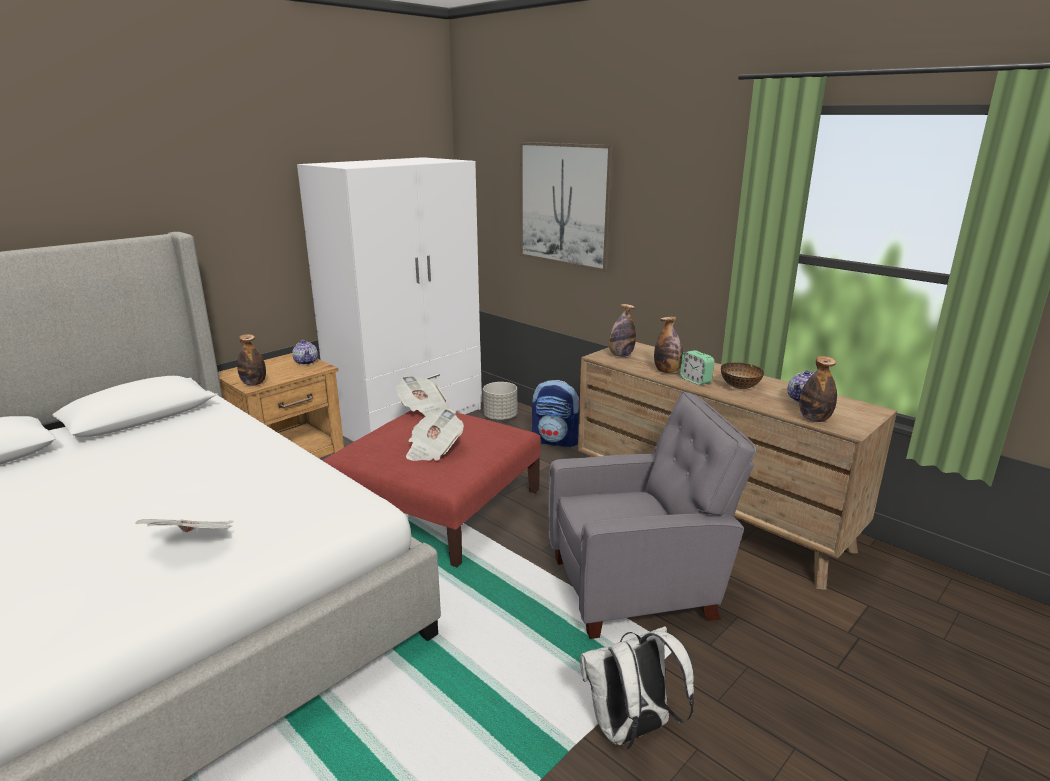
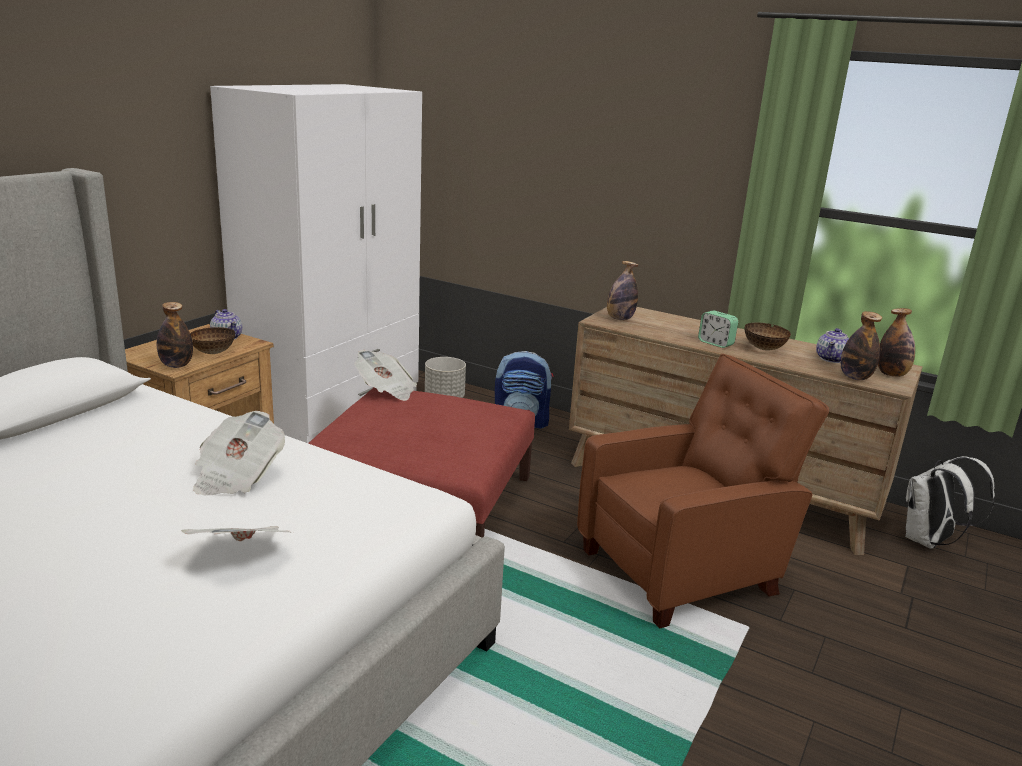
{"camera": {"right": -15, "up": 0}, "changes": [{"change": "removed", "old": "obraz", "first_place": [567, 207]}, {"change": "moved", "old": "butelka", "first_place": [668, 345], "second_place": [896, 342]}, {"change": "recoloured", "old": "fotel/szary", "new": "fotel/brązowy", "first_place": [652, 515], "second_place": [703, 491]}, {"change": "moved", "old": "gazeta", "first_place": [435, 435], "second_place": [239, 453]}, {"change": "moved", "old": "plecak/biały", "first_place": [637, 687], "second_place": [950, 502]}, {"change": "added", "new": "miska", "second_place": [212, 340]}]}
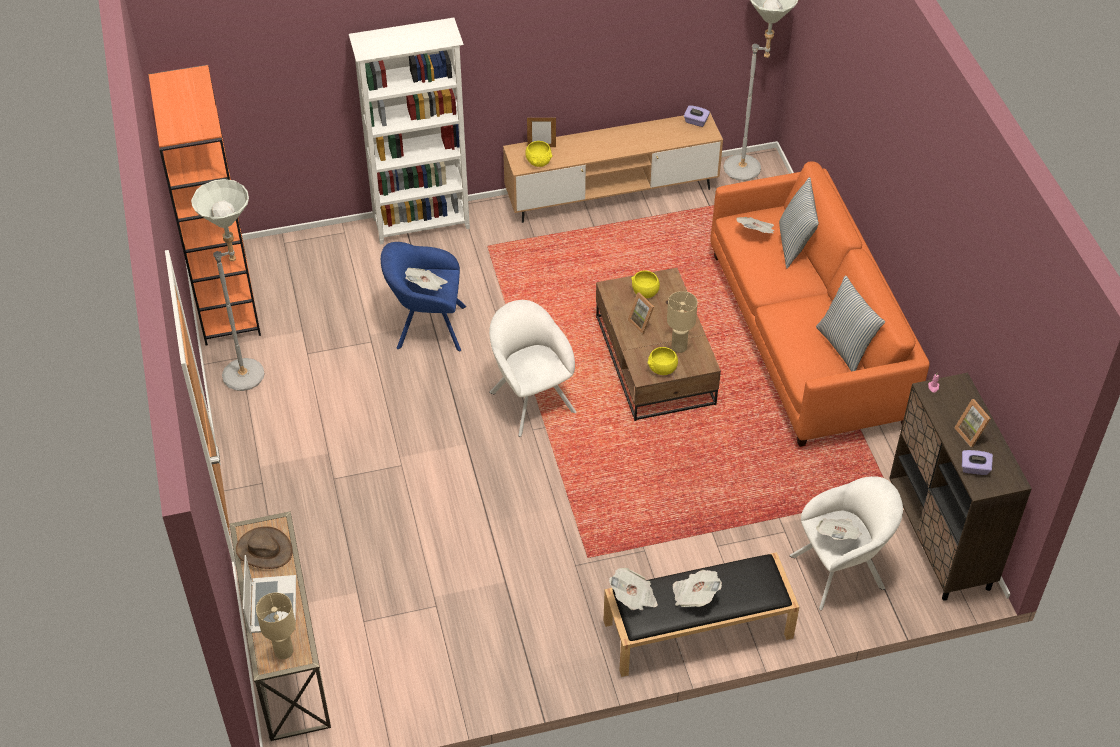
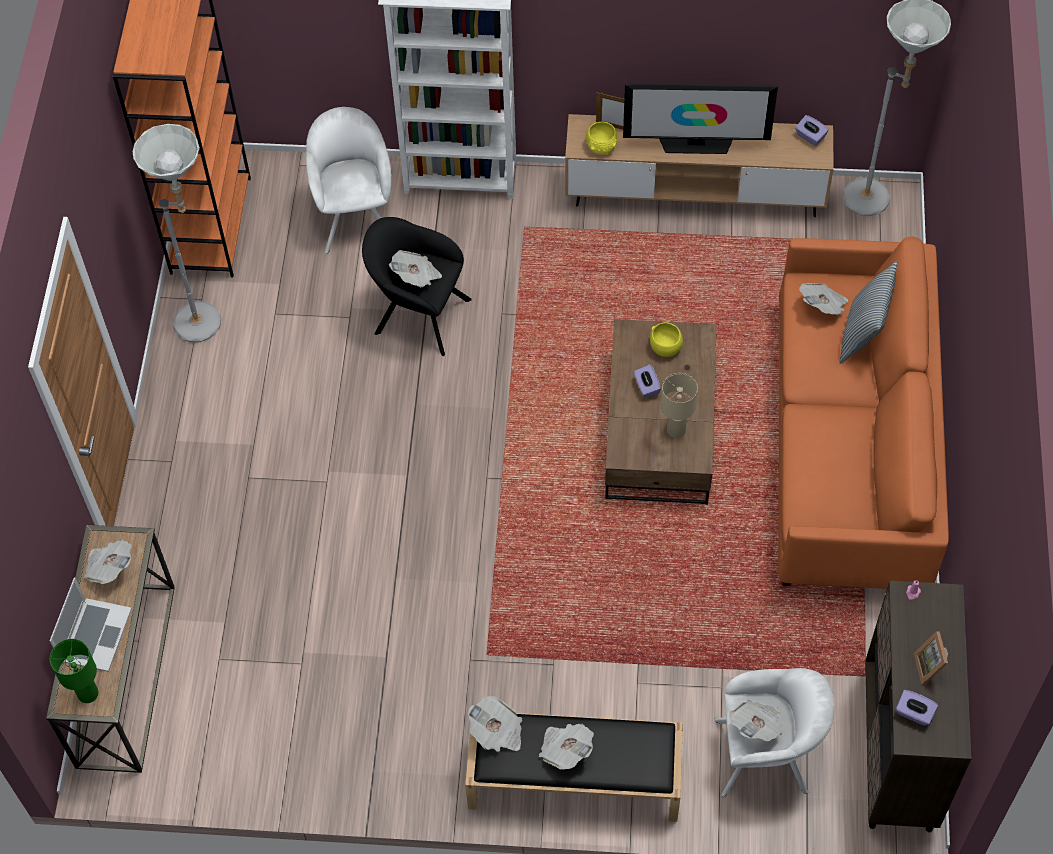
{"camera": {"right": 20, "up": 10}, "changes": [{"change": "recoloured", "old": "fotel/niebieski", "new": "fotel/czarny", "first_place": [423, 296], "second_place": [417, 286]}, {"change": "removed", "old": "poduszka", "first_place": [850, 323]}, {"change": "replaced", "old": "ramka na zdjęcie", "new": "pudełko chusteczek/fioletowy", "first_place": [640, 313], "second_place": [647, 381]}, {"change": "moved", "old": "fotel/biały", "first_place": [533, 368], "second_place": [349, 180]}, {"change": "removed", "old": "miska/żółty", "first_place": [662, 361]}, {"change": "replaced", "old": "kapelusz/brązowy", "new": "gazeta", "first_place": [264, 547], "second_place": [108, 561]}, {"change": "recoloured", "old": "lampa stołowa/beżowy", "new": "lampa stołowa/zielony", "first_place": [276, 626], "second_place": [74, 671]}, {"change": "added", "new": "telewizor", "second_place": [700, 118]}]}
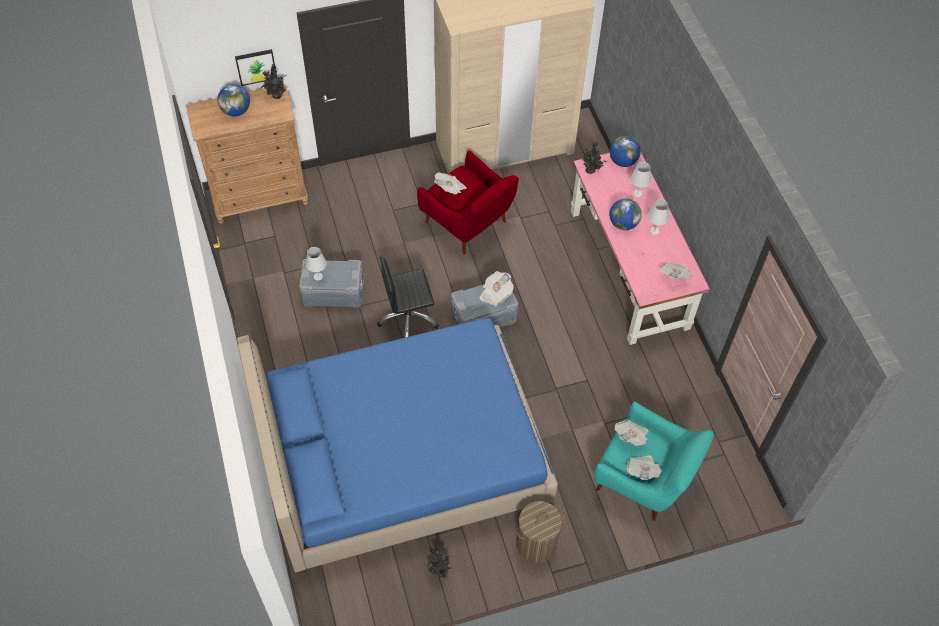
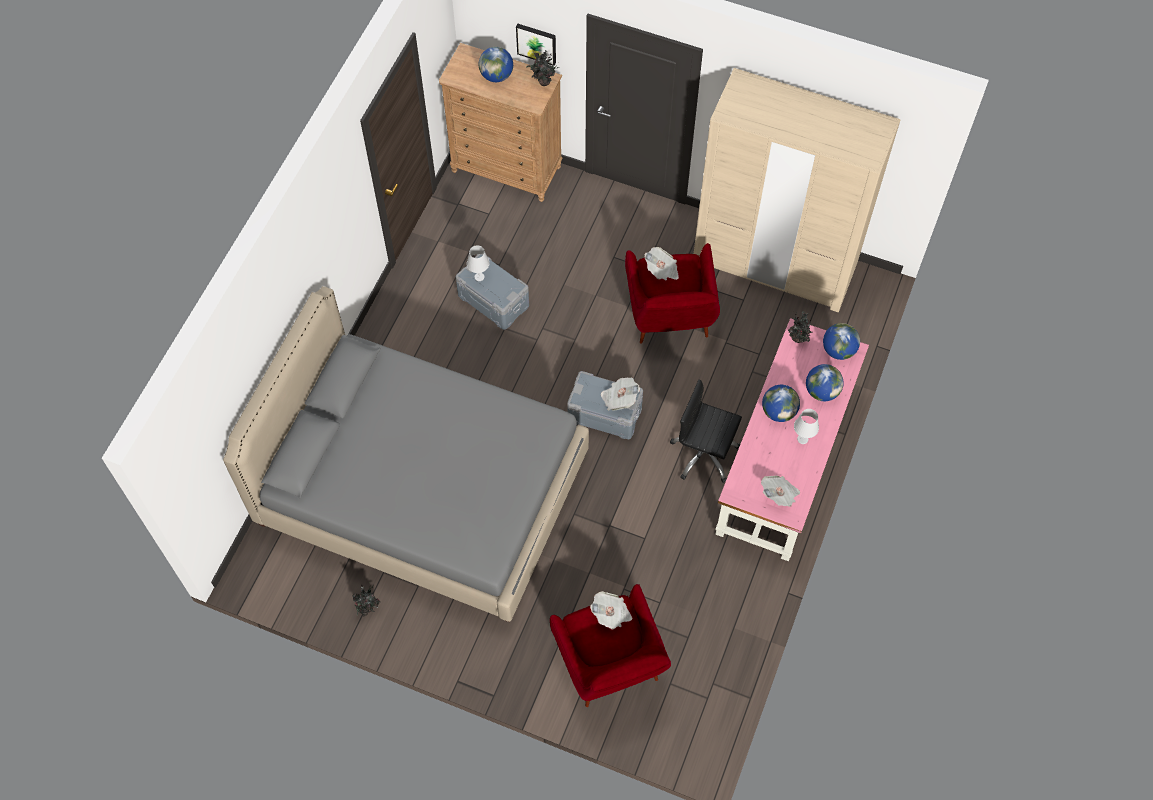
{"camera": {"right": 40, "up": 5}, "changes": [{"change": "replaced", "old": "lampa stołowa/biały", "new": "globus", "first_place": [640, 179], "second_place": [825, 382]}, {"change": "moved", "old": "krzesło biurowe/czarny", "first_place": [408, 297], "second_place": [706, 431]}, {"change": "recoloured", "old": "łóżko/niebieski", "new": "łóżko/szary", "first_place": [397, 446], "second_place": [406, 454]}, {"change": "recoloured", "old": "fotel/turkusowy", "new": "fotel/czerwony", "first_place": [654, 461], "second_place": [610, 645]}, {"change": "removed", "old": "gazeta", "first_place": [644, 467]}, {"change": "removed", "old": "kosz na pranie", "first_place": [540, 532]}]}
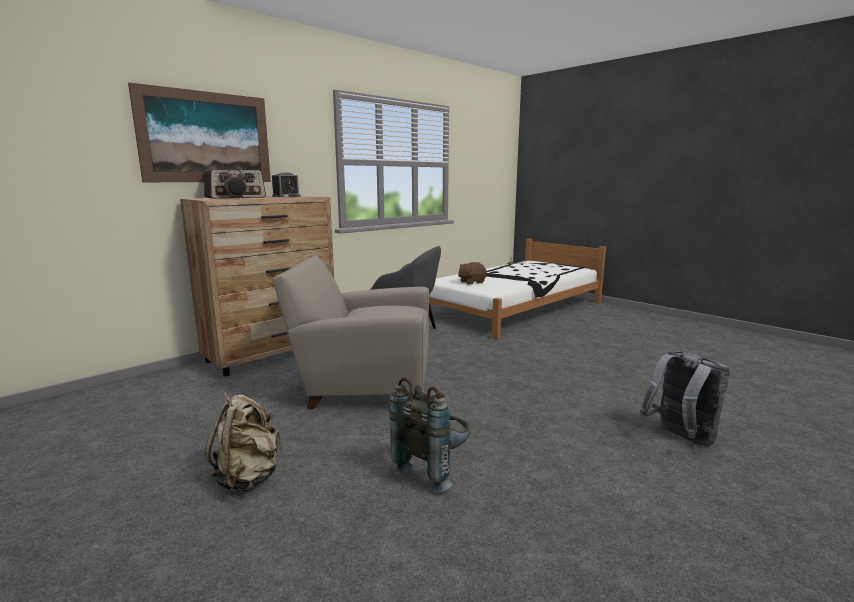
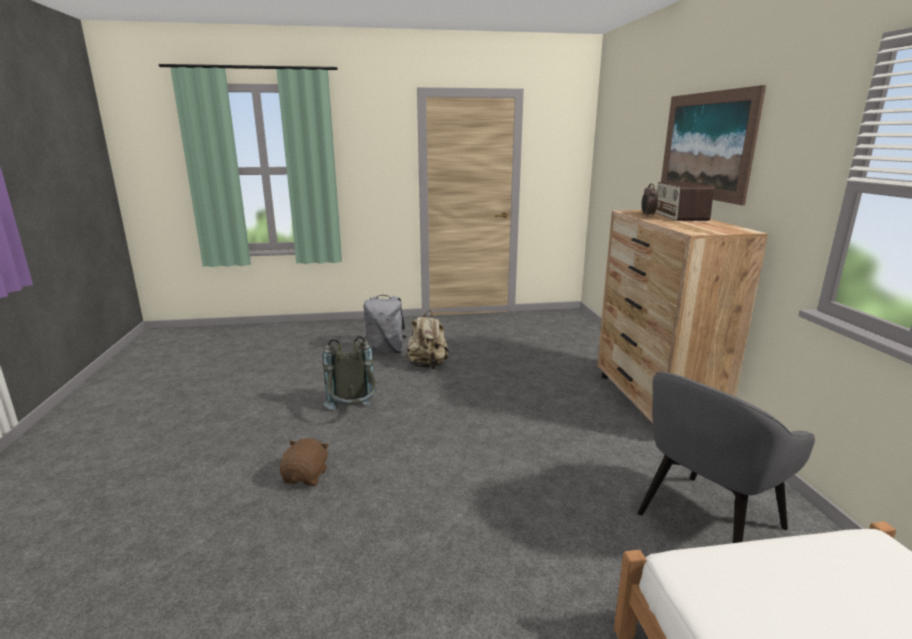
{"camera": {"right": 125, "up": 5}, "changes": [{"change": "removed", "old": "budzik", "first_place": [286, 184]}, {"change": "removed", "old": "fotel/beżowy", "first_place": [350, 332]}, {"change": "moved", "old": "pluszak/brązowy", "first_place": [472, 273], "second_place": [304, 462]}, {"change": "moved", "old": "plecak/szary", "first_place": [685, 398], "second_place": [385, 324]}]}
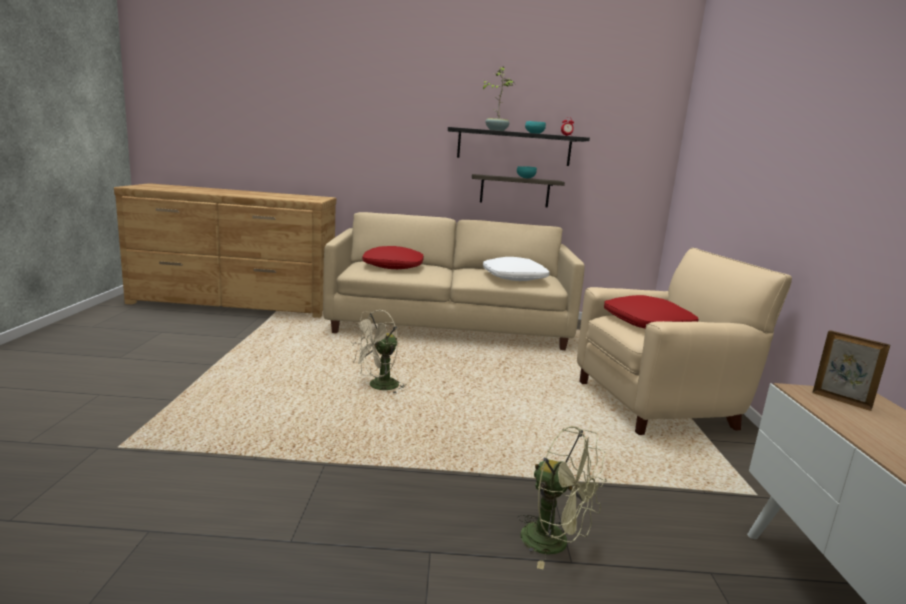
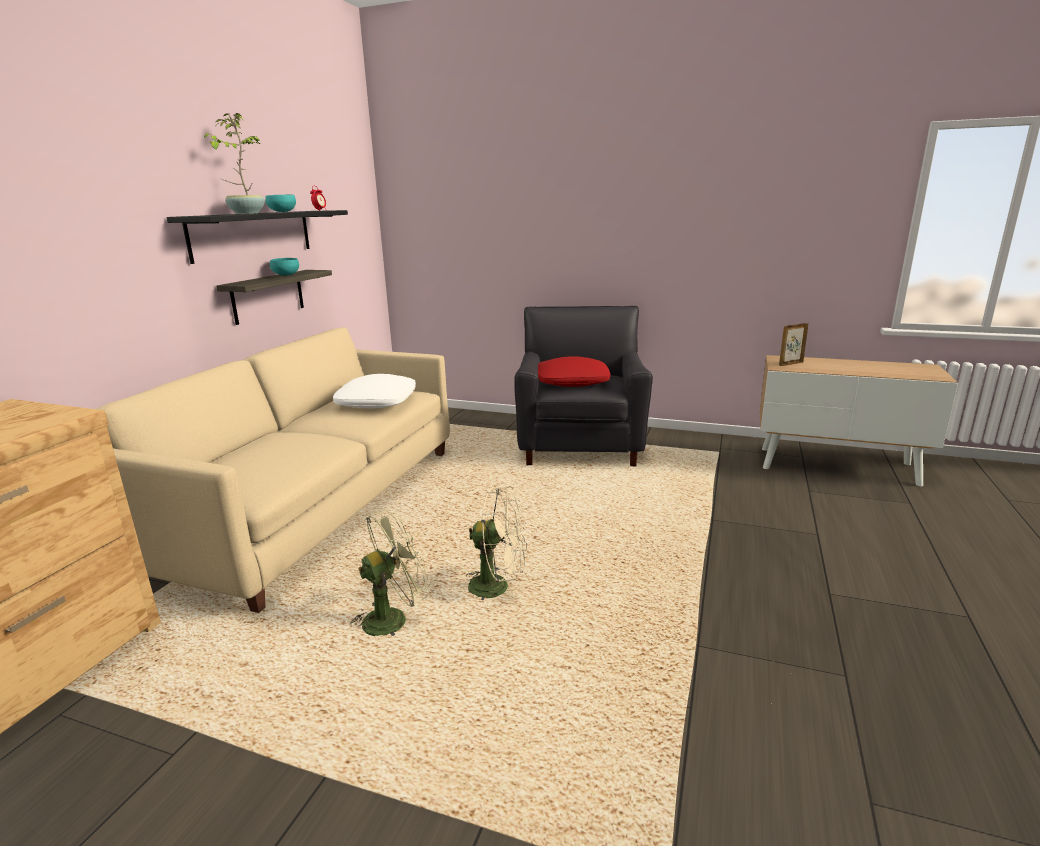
{"camera": {"right": -70, "up": 5}, "changes": [{"change": "removed", "old": "poduszka/czerwony", "first_place": [393, 257]}, {"change": "recoloured", "old": "fotel/beżowy", "new": "fotel/czarny", "first_place": [684, 341], "second_place": [583, 386]}, {"change": "turned", "old": "wentylator/beżowy", "first_place": [378, 352], "second_place": [496, 543], "degrees": -60}, {"change": "moved", "old": "wentylator/zielony", "first_place": [562, 497], "second_place": [390, 573]}]}
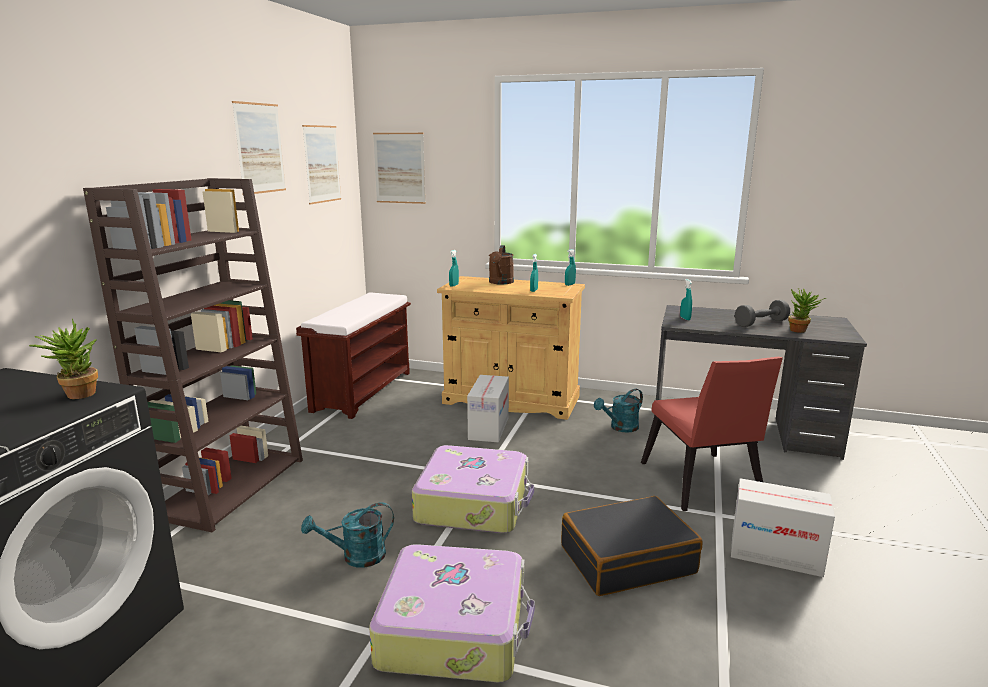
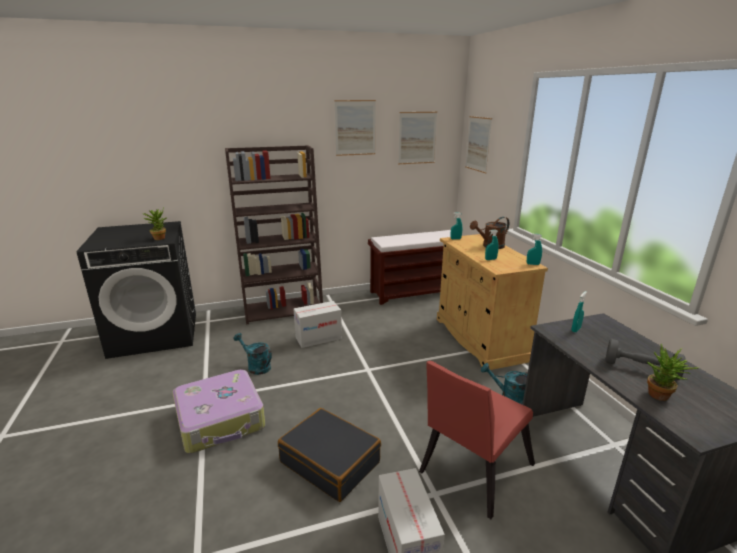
{"camera": {"right": 55, "up": 5}, "changes": [{"change": "moved", "old": "karton", "first_place": [488, 408], "second_place": [318, 324]}, {"change": "removed", "old": "walizka", "first_place": [473, 489]}]}
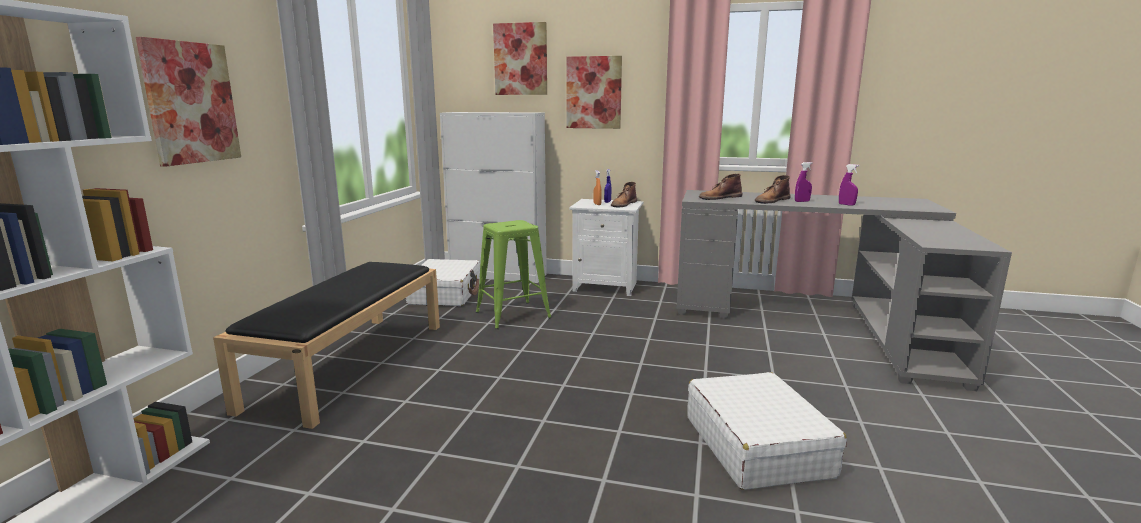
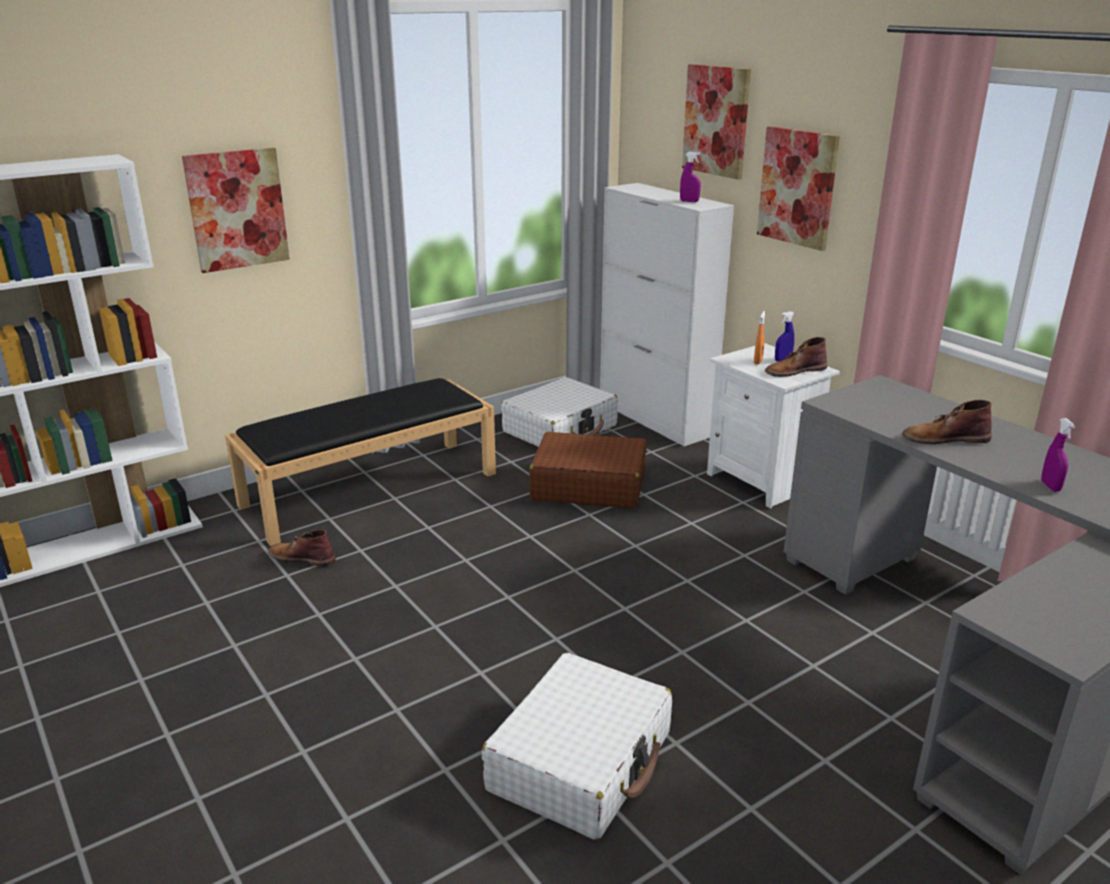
{"camera": {"right": 40, "up": 10}, "changes": [{"change": "moved", "old": "spryskiwacz/fioletowy", "first_place": [804, 182], "second_place": [690, 177]}, {"change": "moved", "old": "but z cholewką/brązowy", "first_place": [720, 187], "second_place": [302, 548]}, {"change": "replaced", "old": "stołek/zielony", "new": "walizka/brązowy", "first_place": [514, 274], "second_place": [588, 470]}]}
